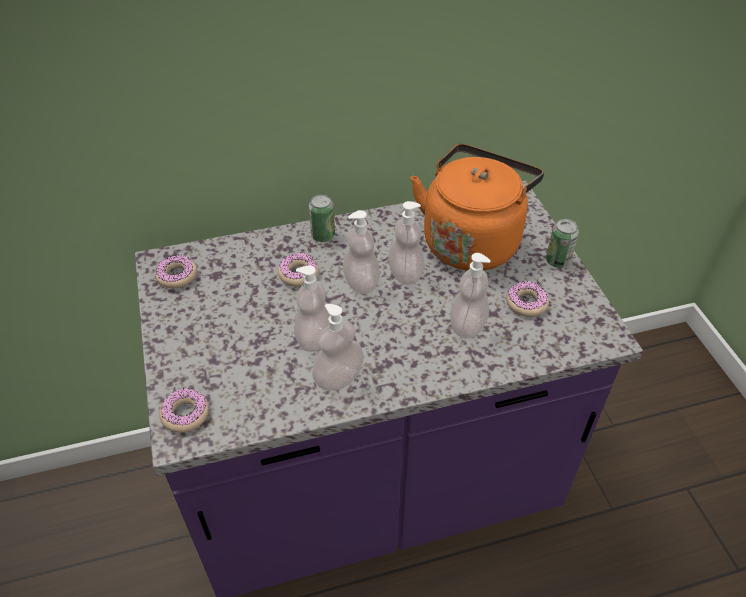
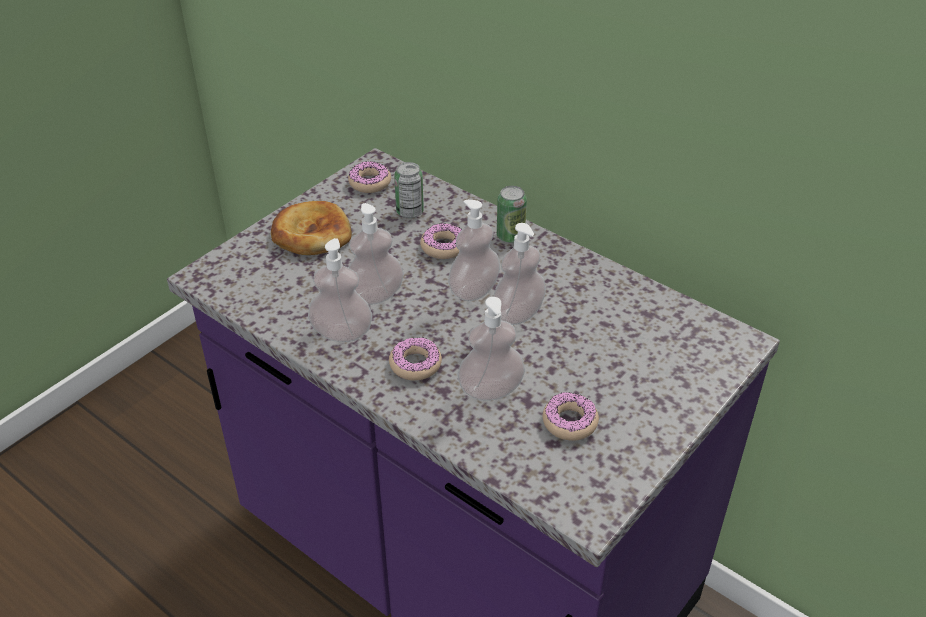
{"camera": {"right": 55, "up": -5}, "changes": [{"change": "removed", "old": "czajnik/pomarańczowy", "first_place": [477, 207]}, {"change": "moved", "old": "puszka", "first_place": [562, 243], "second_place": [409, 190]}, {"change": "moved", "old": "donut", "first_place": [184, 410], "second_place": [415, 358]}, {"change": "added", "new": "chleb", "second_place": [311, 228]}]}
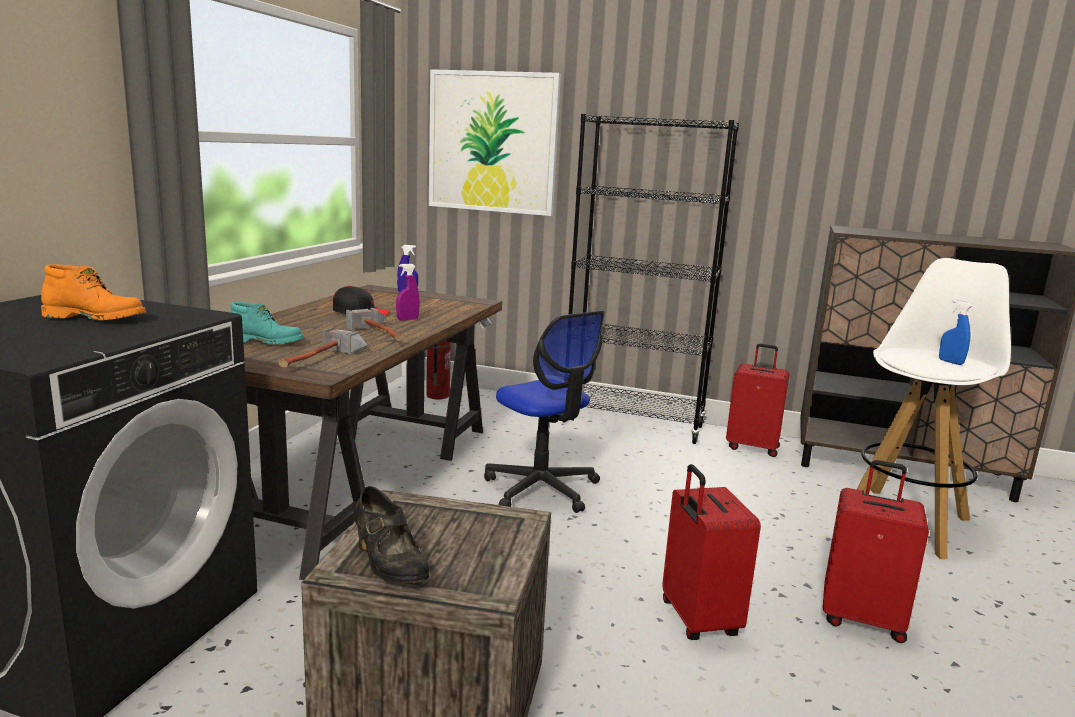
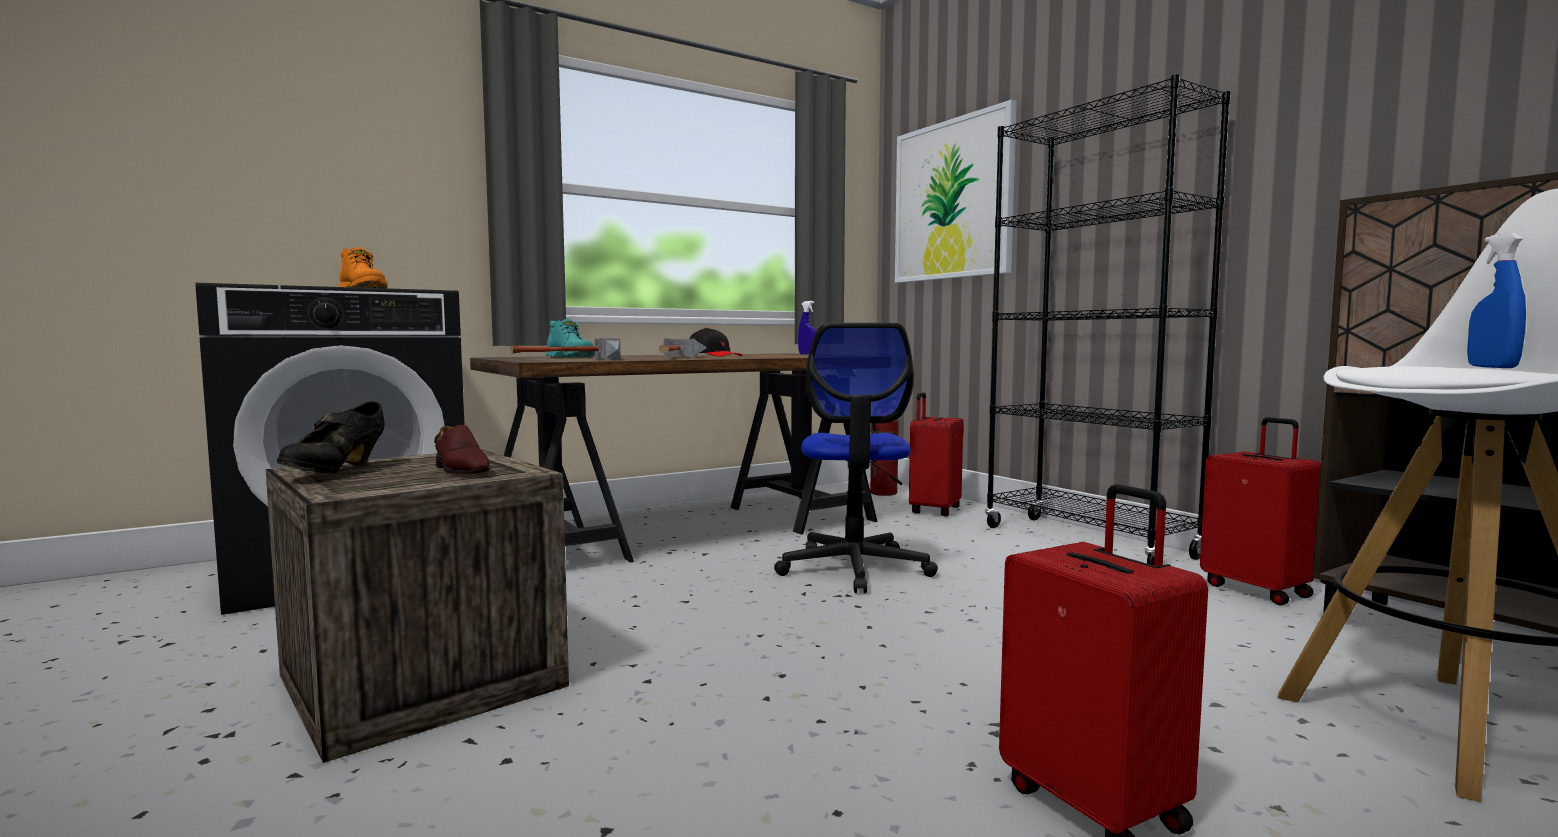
{"camera": {"right": 40, "up": -10}, "changes": [{"change": "removed", "old": "spryskiwacz/fioletowy", "first_place": [408, 292]}, {"change": "moved", "old": "walizka/czerwony", "first_place": [711, 552], "second_place": [936, 454]}, {"change": "added", "new": "but/brązowy", "second_place": [462, 450]}]}
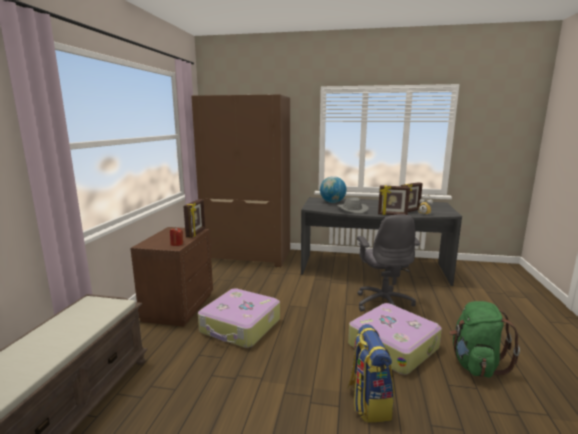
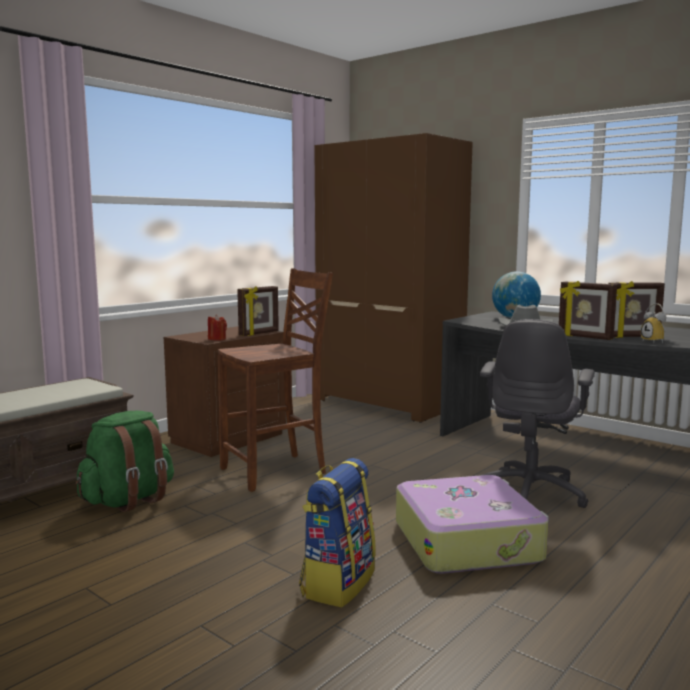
{"camera": {"right": 30, "up": -5}, "changes": [{"change": "replaced", "old": "walizka", "new": "krzesło/brązowy", "first_place": [239, 318], "second_place": [275, 380]}, {"change": "moved", "old": "plecak/zielony", "first_place": [484, 339], "second_place": [125, 461]}]}
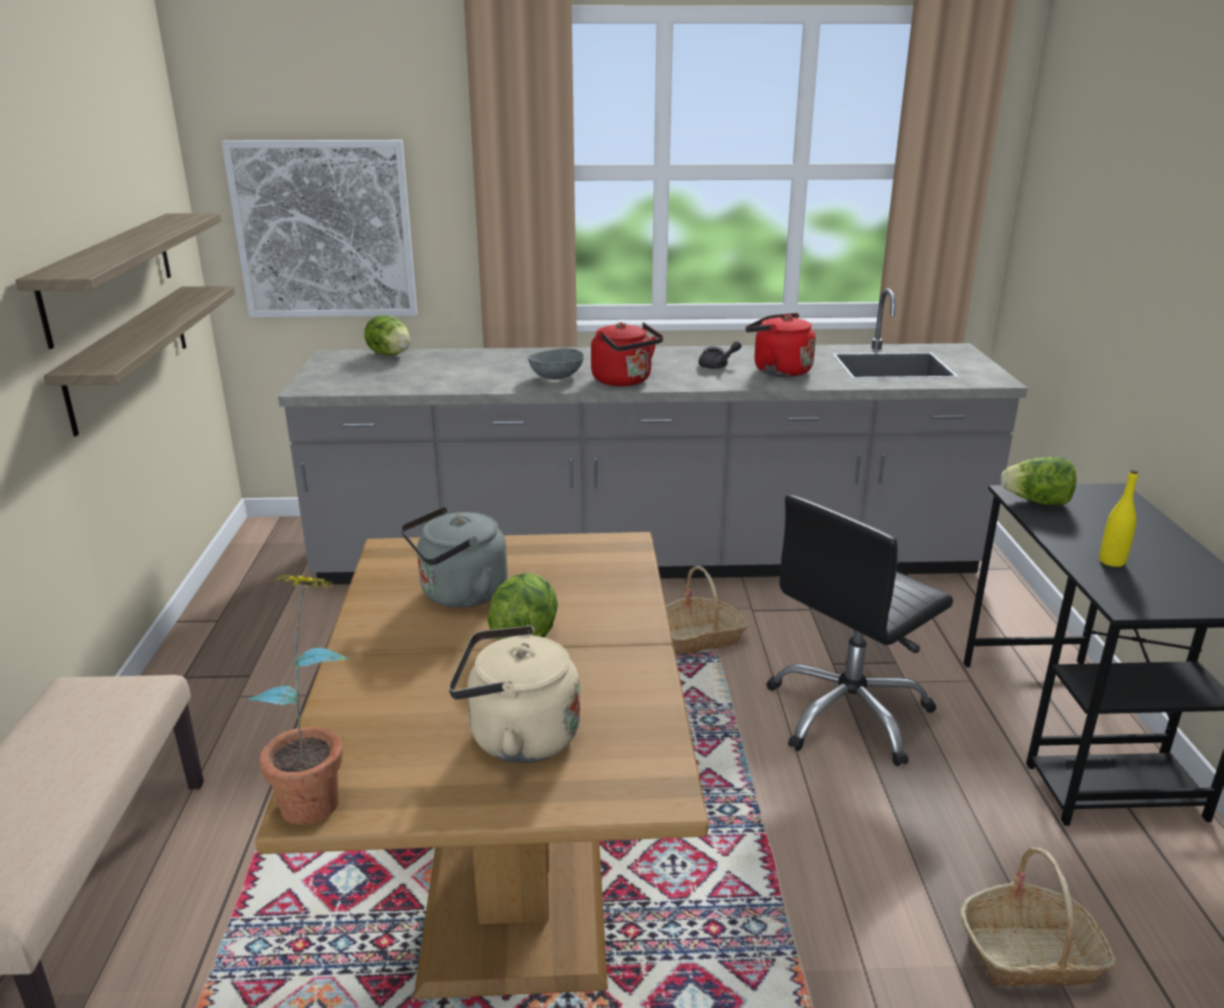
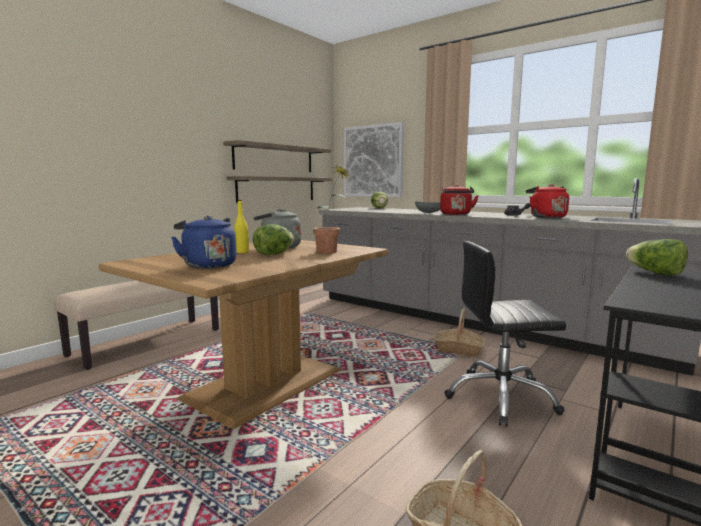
{"camera": {"right": 40, "up": -15}, "changes": [{"change": "moved", "old": "butelka/żółty", "first_place": [1118, 518], "second_place": [241, 226]}, {"change": "moved", "old": "roślina doniczkowa", "first_place": [298, 700], "second_place": [331, 208]}, {"change": "recoloured", "old": "czajnik/beżowy", "new": "czajnik/niebieski", "first_place": [514, 694], "second_place": [204, 242]}]}
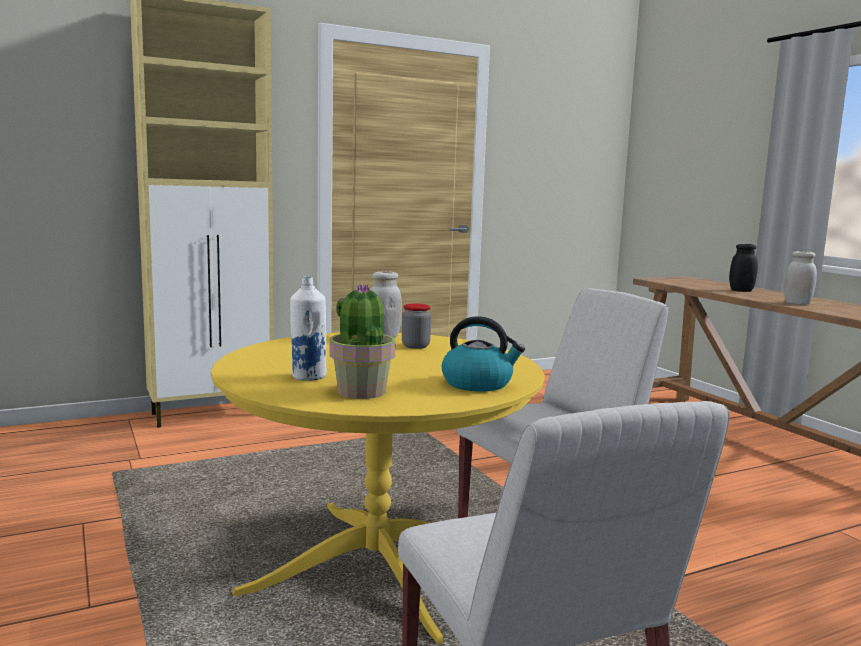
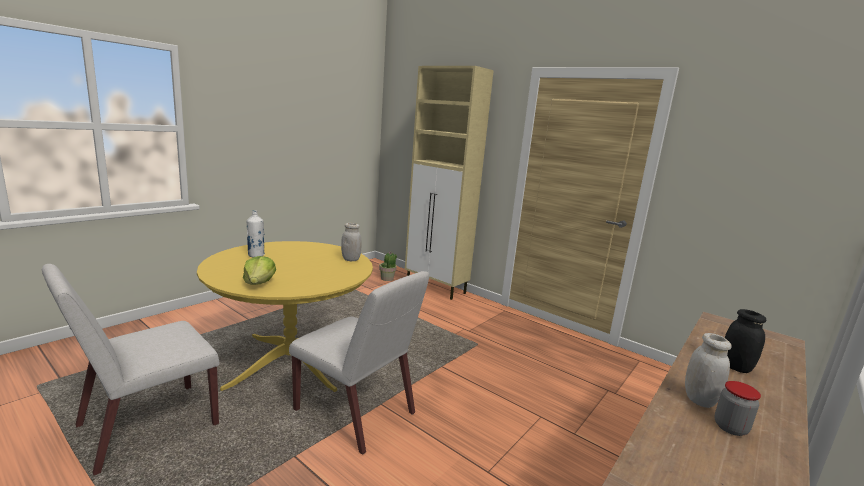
{"camera": {"right": 65, "up": 5}, "changes": [{"change": "moved", "old": "roślina doniczkowa", "first_place": [362, 341], "second_place": [388, 266]}, {"change": "moved", "old": "słoik", "first_place": [416, 326], "second_place": [738, 408]}, {"change": "replaced", "old": "czajnik", "new": "sałata", "first_place": [483, 353], "second_place": [259, 270]}]}
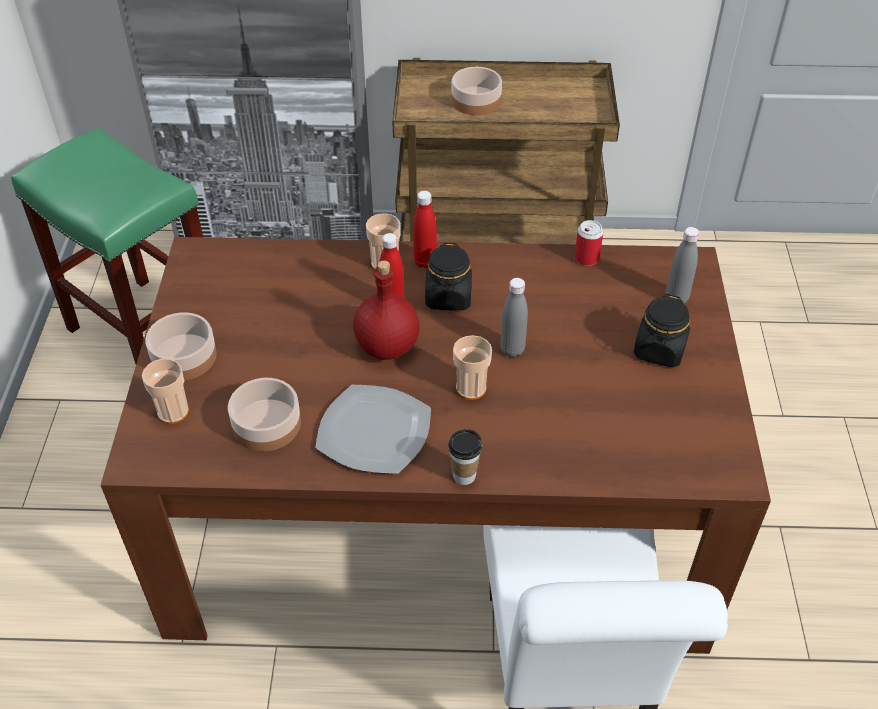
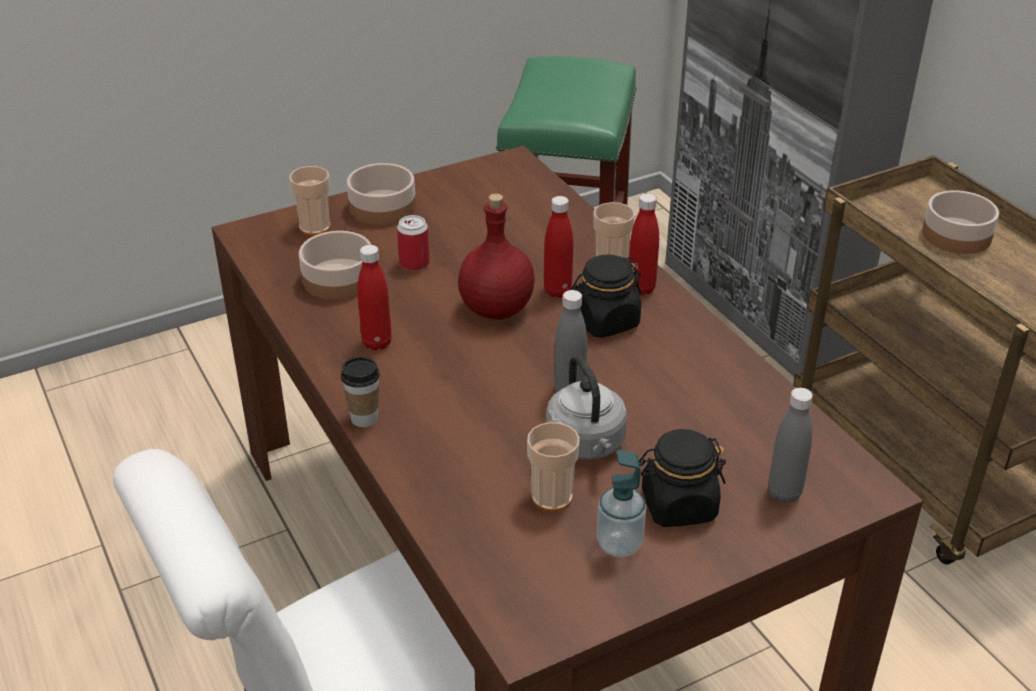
{"camera": {"right": 60, "up": -10}, "changes": [{"change": "moved", "old": "puszka", "first_place": [589, 243], "second_place": [413, 243]}, {"change": "moved", "old": "filiżanka", "first_place": [472, 367], "second_place": [553, 467]}, {"change": "replaced", "old": "talerz", "new": "butelka/czerwony", "first_place": [373, 429], "second_place": [375, 297]}, {"change": "added", "new": "czajnik/szary", "second_place": [586, 407]}, {"change": "added", "new": "dozownik mydła", "second_place": [621, 503]}]}
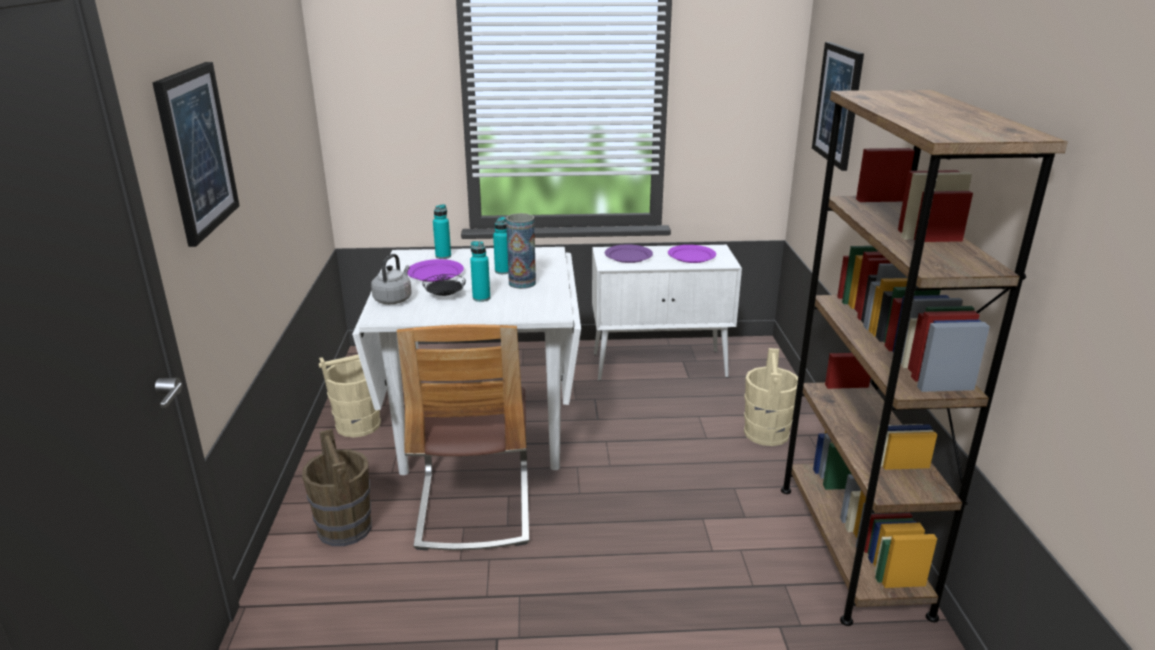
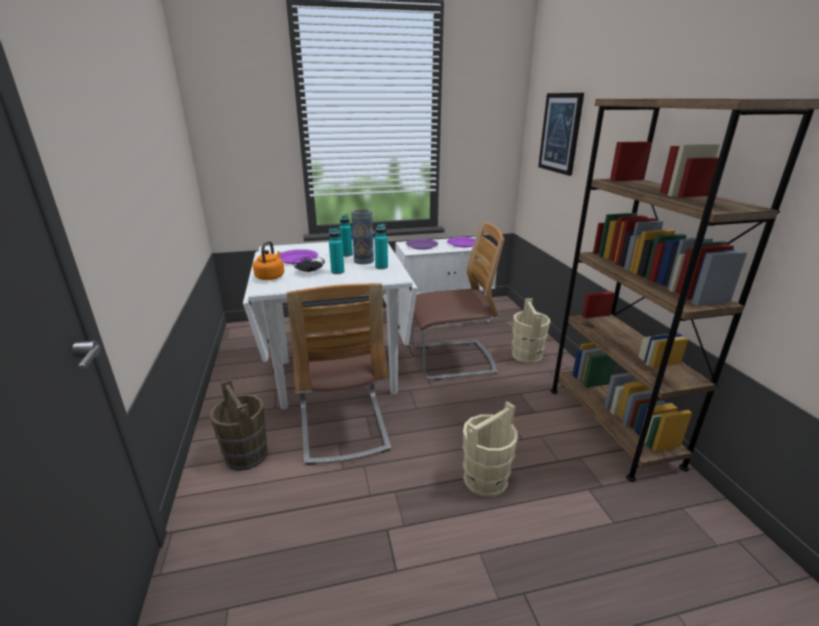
{"camera": {"right": -10, "up": 0}, "changes": [{"change": "removed", "old": "obraz", "first_place": [196, 154]}, {"change": "moved", "old": "butelka/turkusowy", "first_place": [442, 231], "second_place": [381, 246]}, {"change": "recoloured", "old": "czajnik/szary", "new": "czajnik/pomarańczowy", "first_place": [391, 279], "second_place": [268, 260]}, {"change": "moved", "old": "wiadro/beżowy", "first_place": [350, 396], "second_place": [490, 449]}, {"change": "added", "new": "krzesło", "second_place": [457, 301]}]}
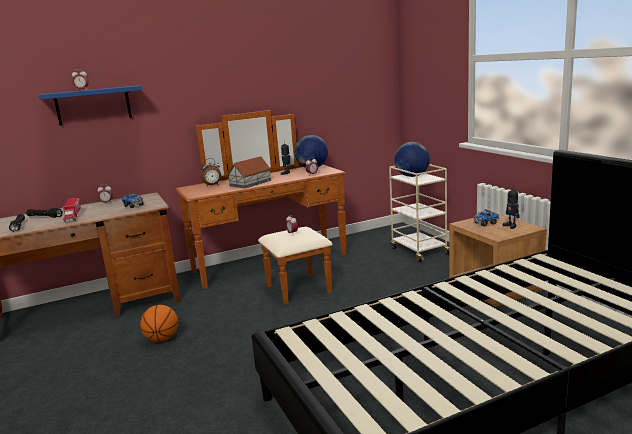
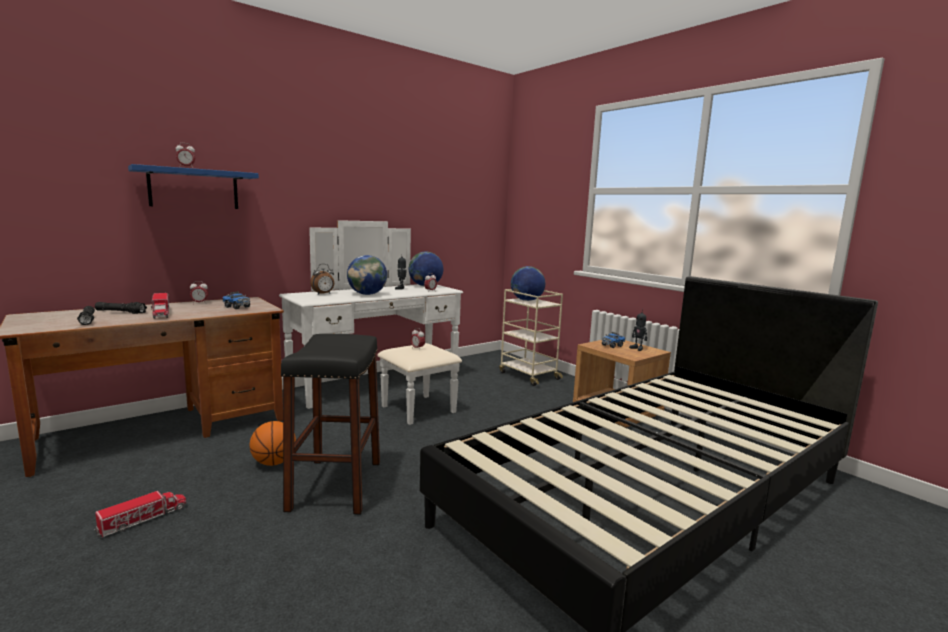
{"camera": {"right": -15, "up": -5}, "changes": [{"change": "recoloured", "old": "komoda/brązowy", "new": "komoda/biały", "first_place": [261, 207], "second_place": [371, 322]}, {"change": "replaced", "old": "domek", "new": "globus", "first_place": [249, 172], "second_place": [367, 275]}, {"change": "added", "new": "stołek/czarny", "second_place": [330, 424]}, {"change": "added", "new": "ciężarówka zabawkowa", "second_place": [140, 514]}]}
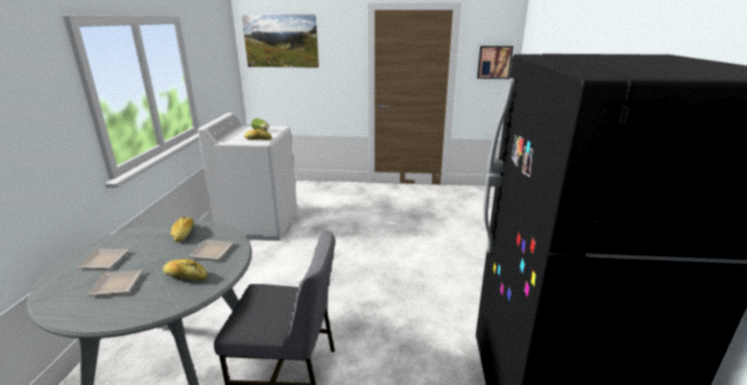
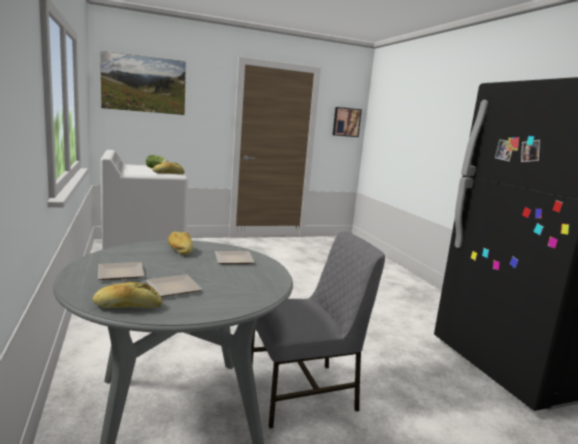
{"camera": {"right": -25, "up": -10}, "changes": [{"change": "moved", "old": "chleb", "first_place": [185, 270], "second_place": [127, 295]}]}
